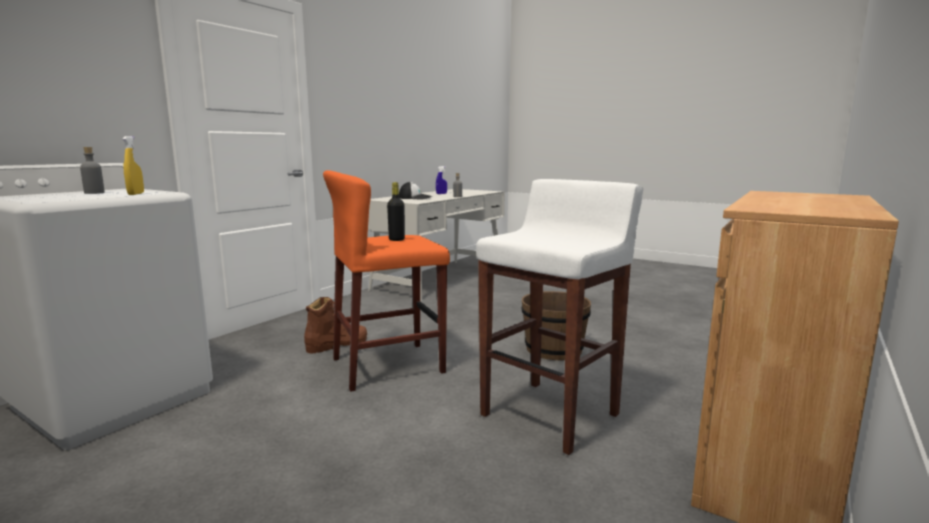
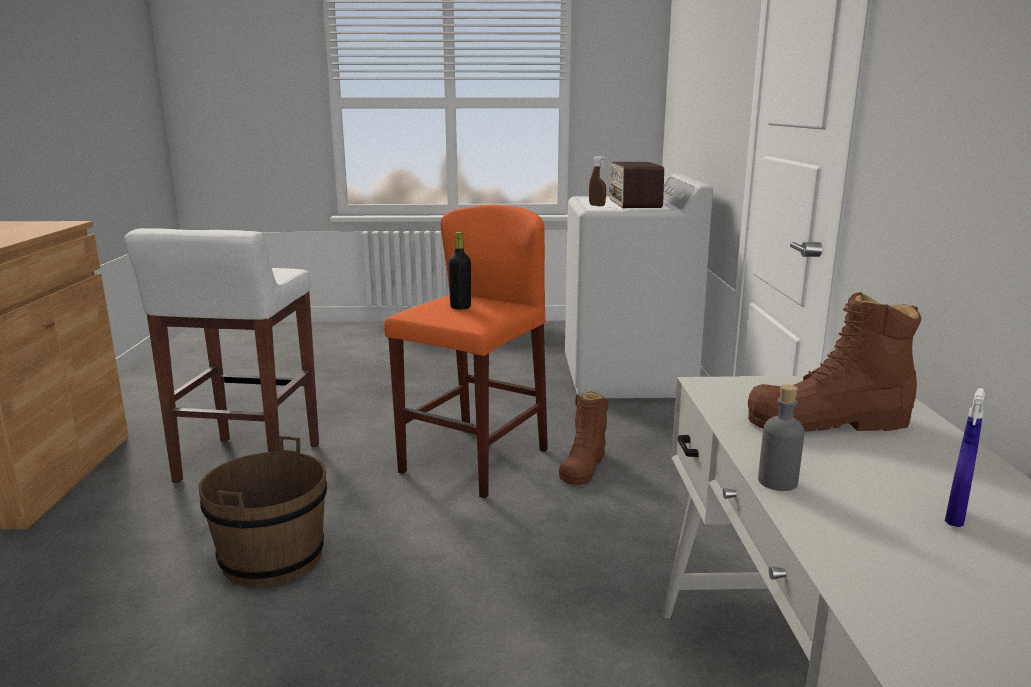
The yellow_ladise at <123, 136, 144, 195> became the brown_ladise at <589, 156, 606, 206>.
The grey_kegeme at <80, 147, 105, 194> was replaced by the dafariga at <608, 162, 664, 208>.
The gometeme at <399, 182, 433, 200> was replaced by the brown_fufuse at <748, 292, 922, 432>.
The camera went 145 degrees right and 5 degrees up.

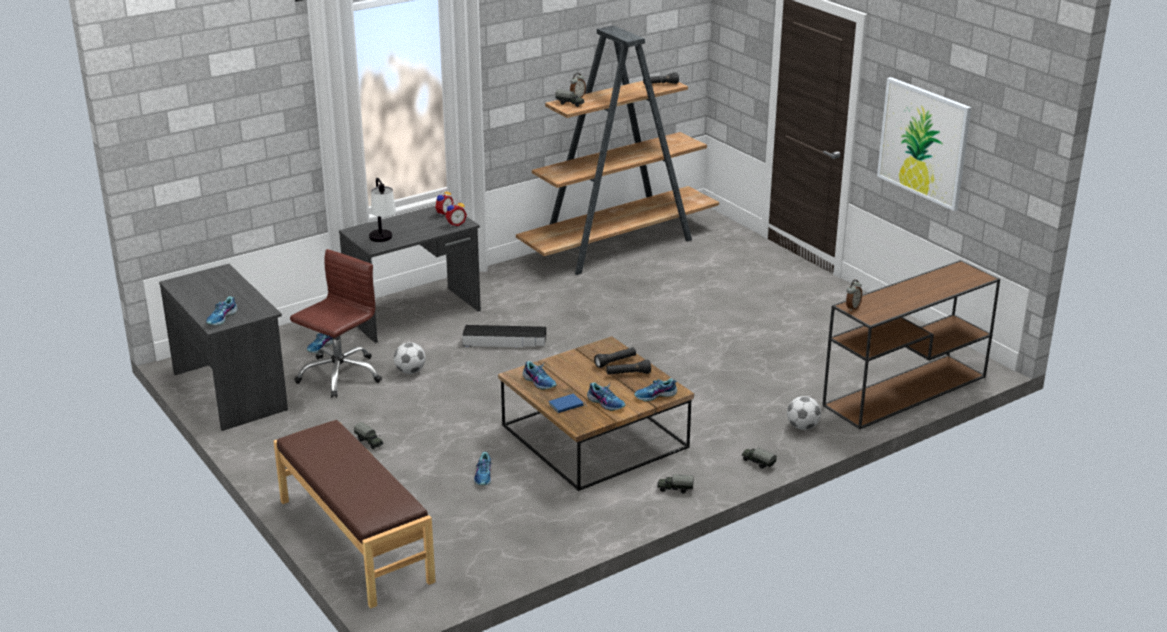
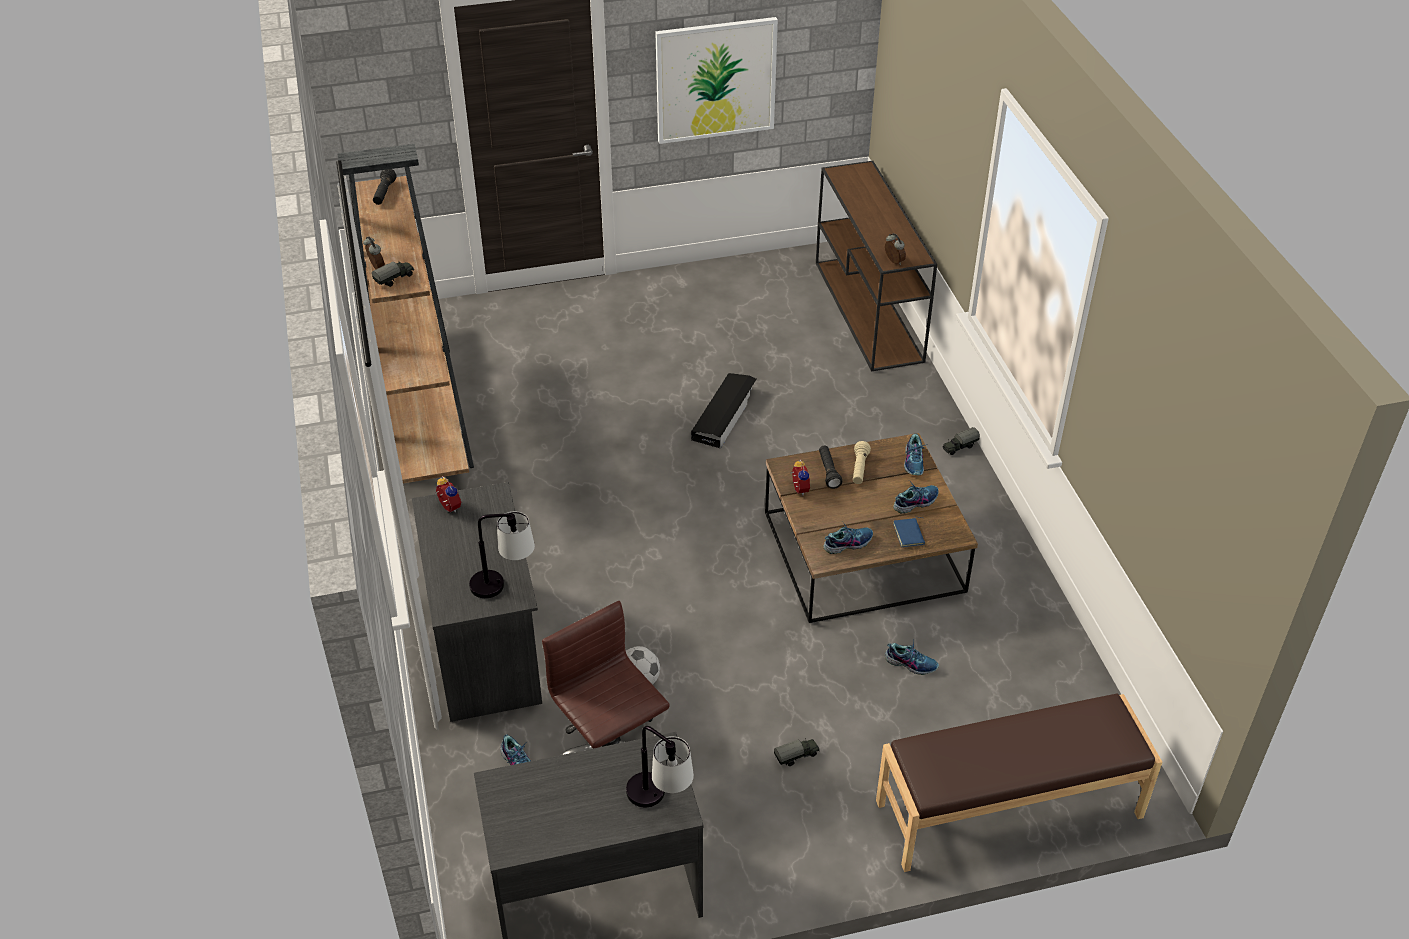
The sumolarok at <206, 296, 237, 326> was replaced by the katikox at <626, 726, 694, 807>.
The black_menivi moved from <462, 325, 546, 348> to <691, 373, 756, 449>.
The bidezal moved from <445, 200, 467, 226> to <790, 459, 810, 495>.
The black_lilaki at <606, 360, 651, 374> became the beige_lilaki at <853, 441, 871, 484>.
The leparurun at <657, 474, 694, 494> disappeared.
The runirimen at <787, 396, 821, 430> disappeared.
The camera went 70 degrees left and 15 degrees up.

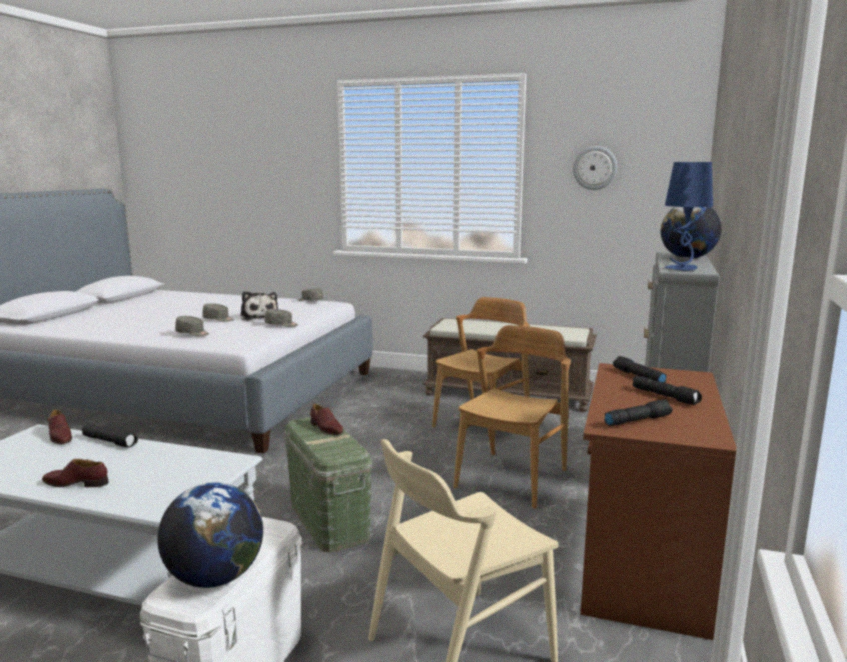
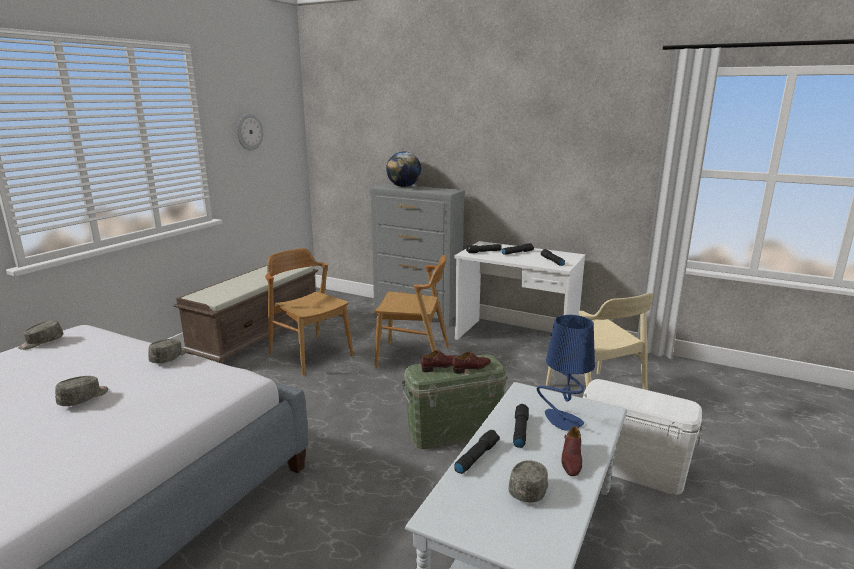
The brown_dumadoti at <453, 325, 571, 509> turned 150 degrees clockwise.
The brown_sumolarok moved from <47, 410, 72, 444> to <452, 352, 491, 374>.
The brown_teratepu at <581, 363, 737, 640> became the white_teratepu at <455, 241, 585, 340>.
The grey_gometeme moved from <175, 316, 209, 336> to <508, 460, 548, 503>.
The black_lilaki at <513, 404, 529, 448> appeared.
The blue_katikox moved from <665, 162, 713, 271> to <536, 315, 595, 431>.
The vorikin at <157, 482, 263, 588> disappeared.
The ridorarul at <240, 291, 278, 321> disappeared.
The camera went 80 degrees left and 5 degrees up.

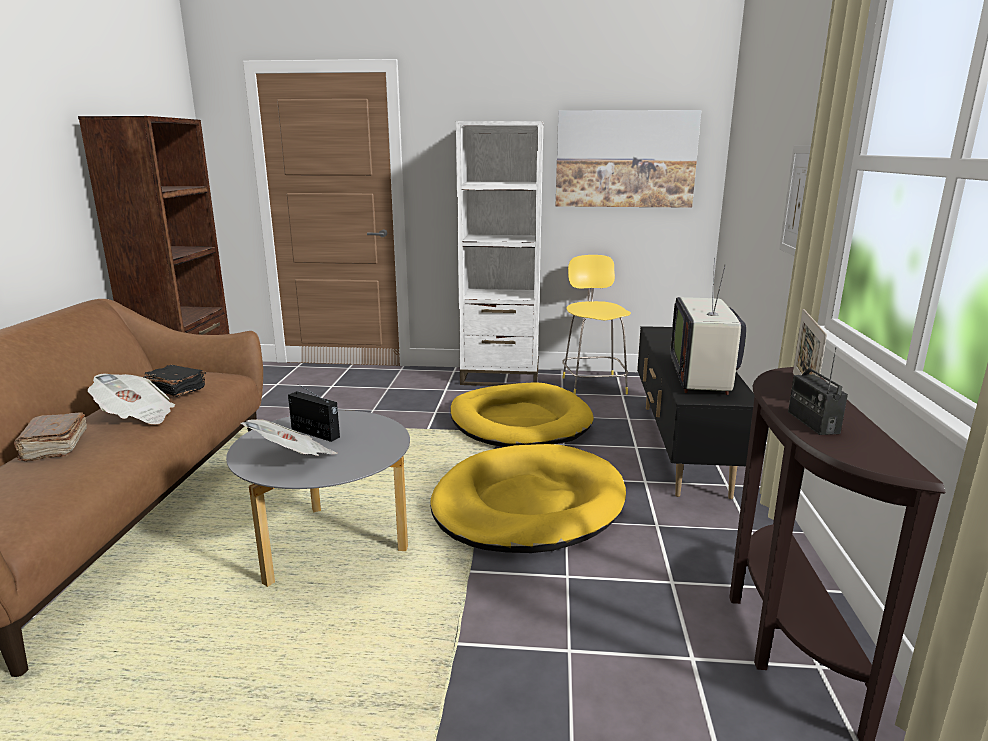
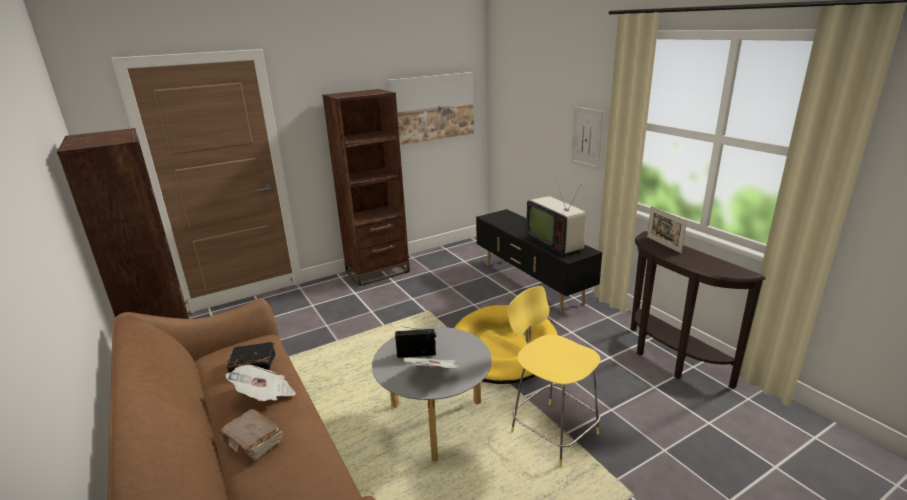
The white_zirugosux at <456, 121, 544, 386> became the brown_zirugosux at <322, 89, 410, 286>.
The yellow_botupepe moved from <562, 255, 631, 395> to <507, 286, 600, 467>.
The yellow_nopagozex at <450, 382, 594, 447> disappeared.
The dafariga at <788, 347, 848, 435> disappeared.
The camera went 35 degrees left and 5 degrees up.

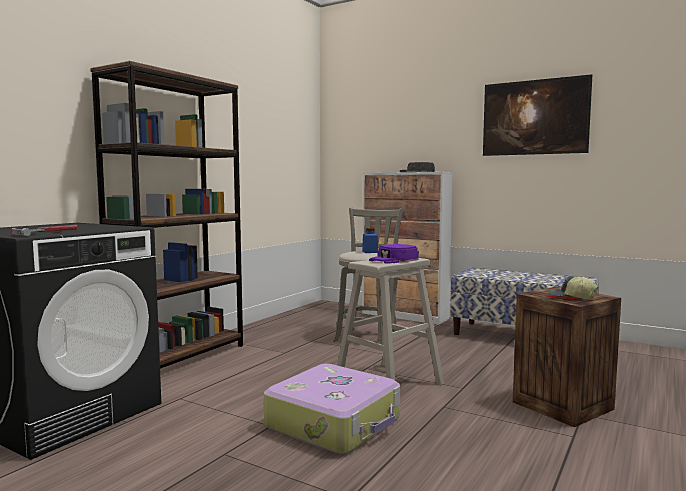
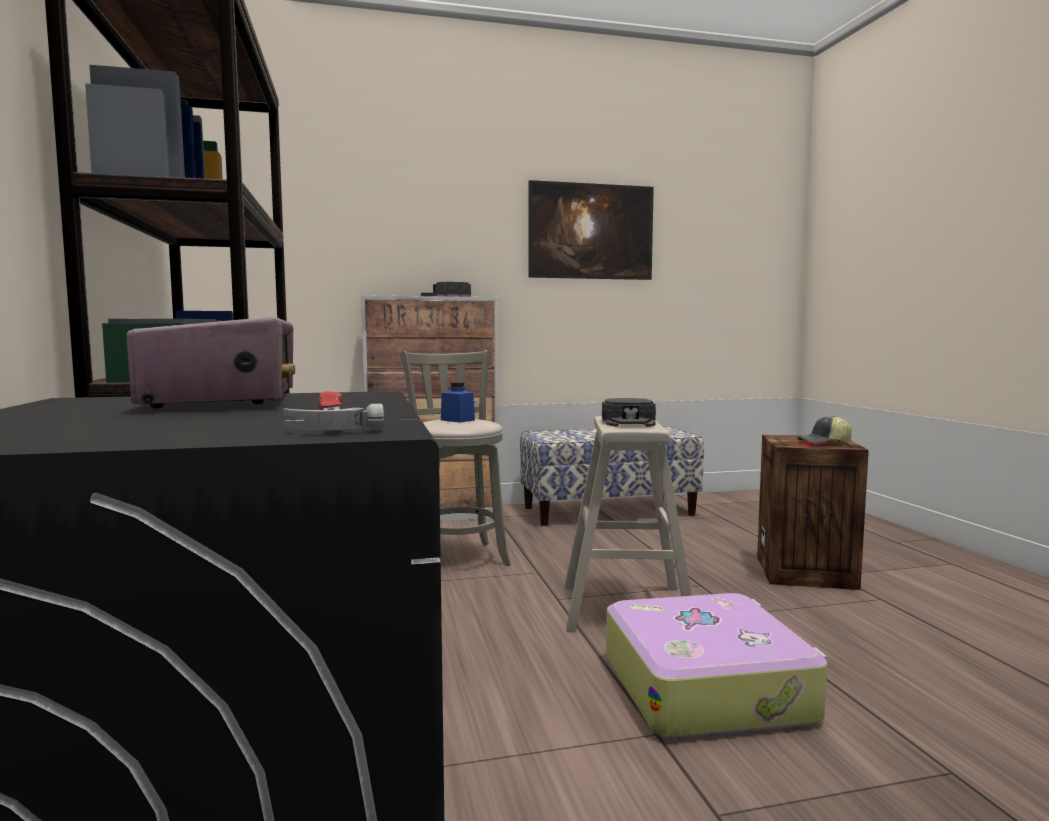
The dafariga at <127, 317, 295, 408> appeared.
The purple_gometeme at <369, 244, 419, 264> became the black_gometeme at <602, 398, 656, 427>.
The camera went 45 degrees left and 0 degrees up.

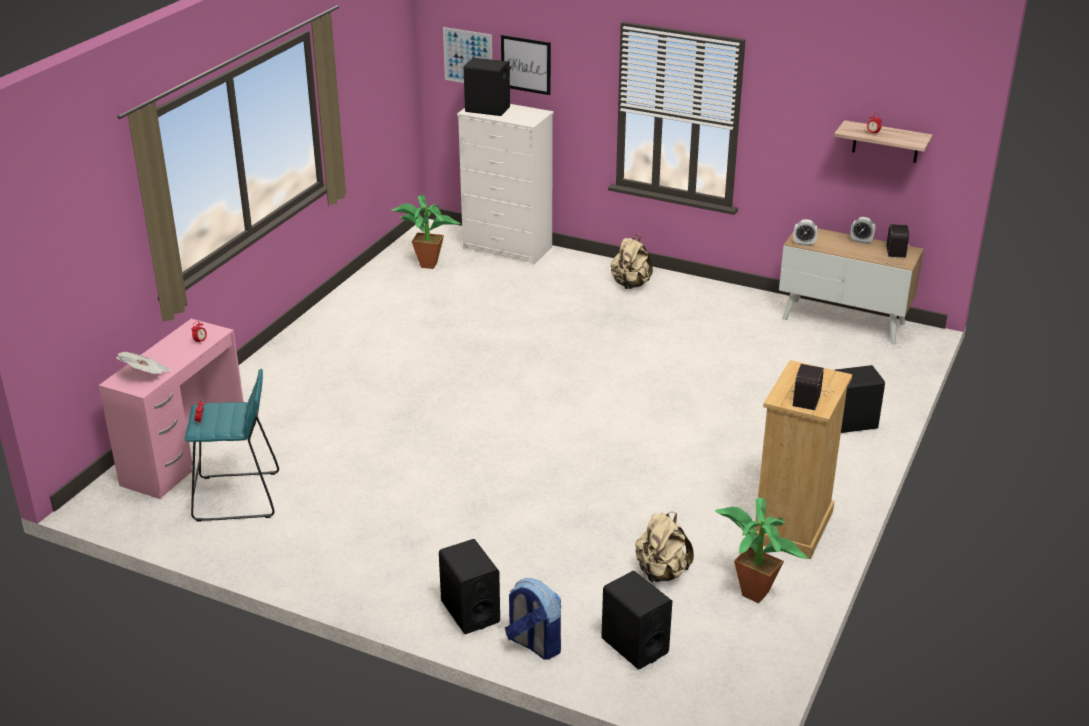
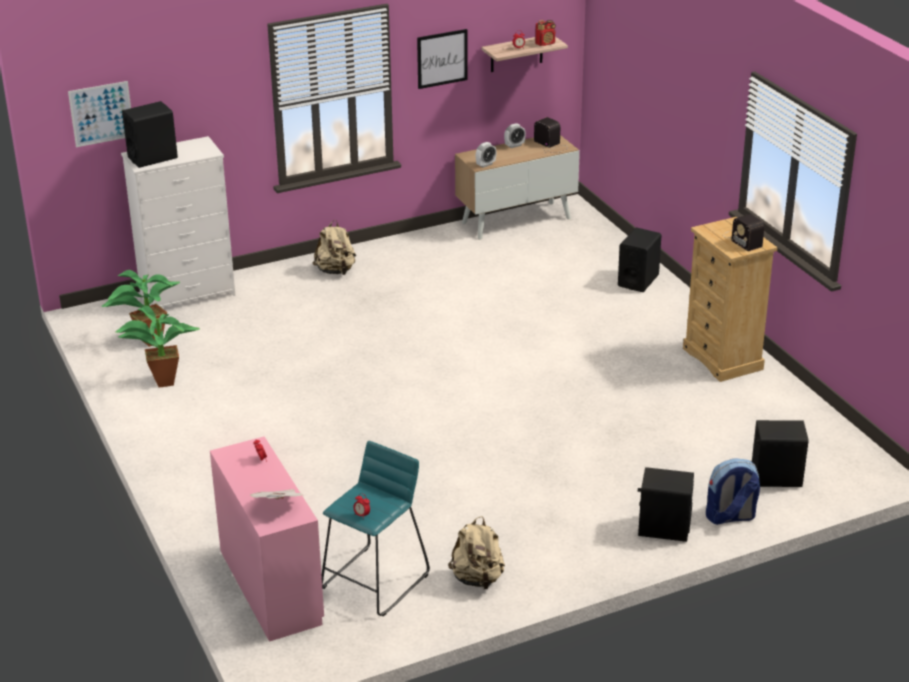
The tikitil moved from <715, 497, 807, 603> to <115, 306, 200, 388>.
The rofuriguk moved from <501, 35, 551, 95> to <417, 29, 468, 89>.
The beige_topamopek moved from <635, 512, 694, 582> to <448, 516, 505, 590>.
The dafariga at <535, 20, 556, 46> appeared.
The camera went 50 degrees left and 0 degrees up.

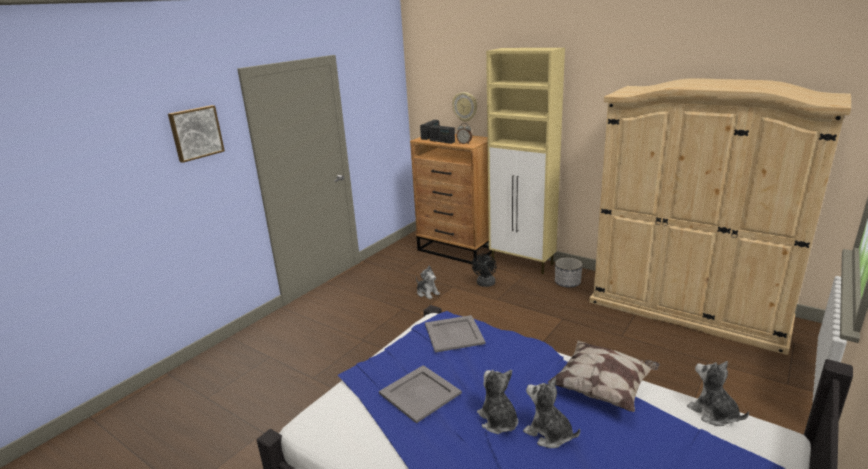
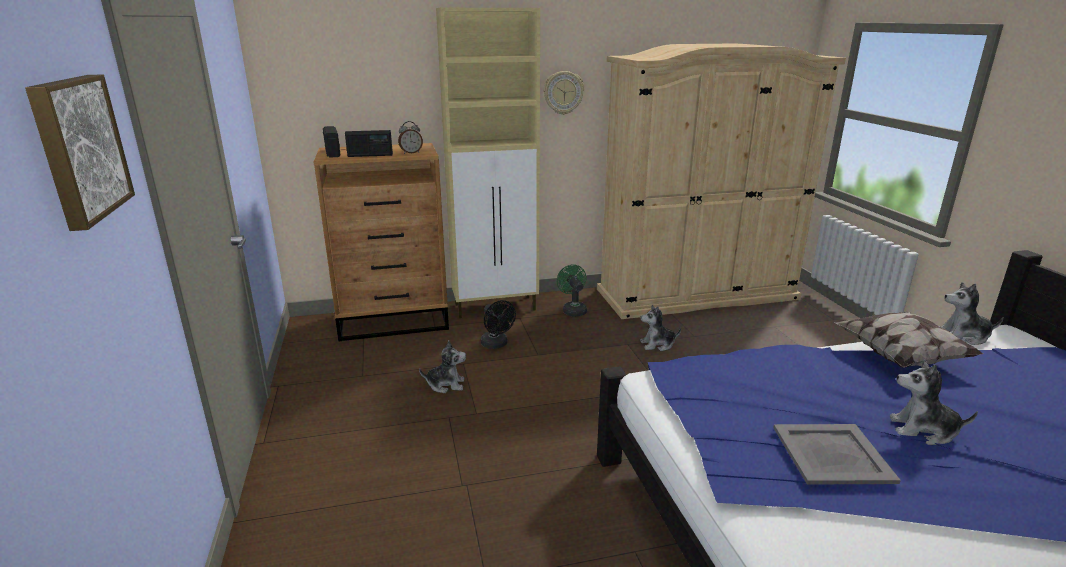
The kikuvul moved from <452, 92, 477, 122> to <544, 71, 584, 115>.
The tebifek at <555, 258, 583, 288> was replaced by the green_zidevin at <557, 264, 587, 317>.
The ridorarul moved from <523, 378, 580, 448> to <640, 305, 681, 351>.
The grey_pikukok at <425, 315, 486, 352> disappeared.
The camera went 50 degrees left and 0 degrees up.

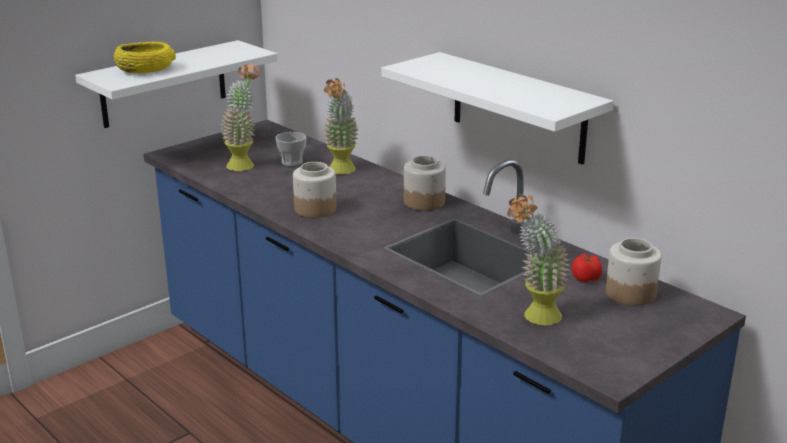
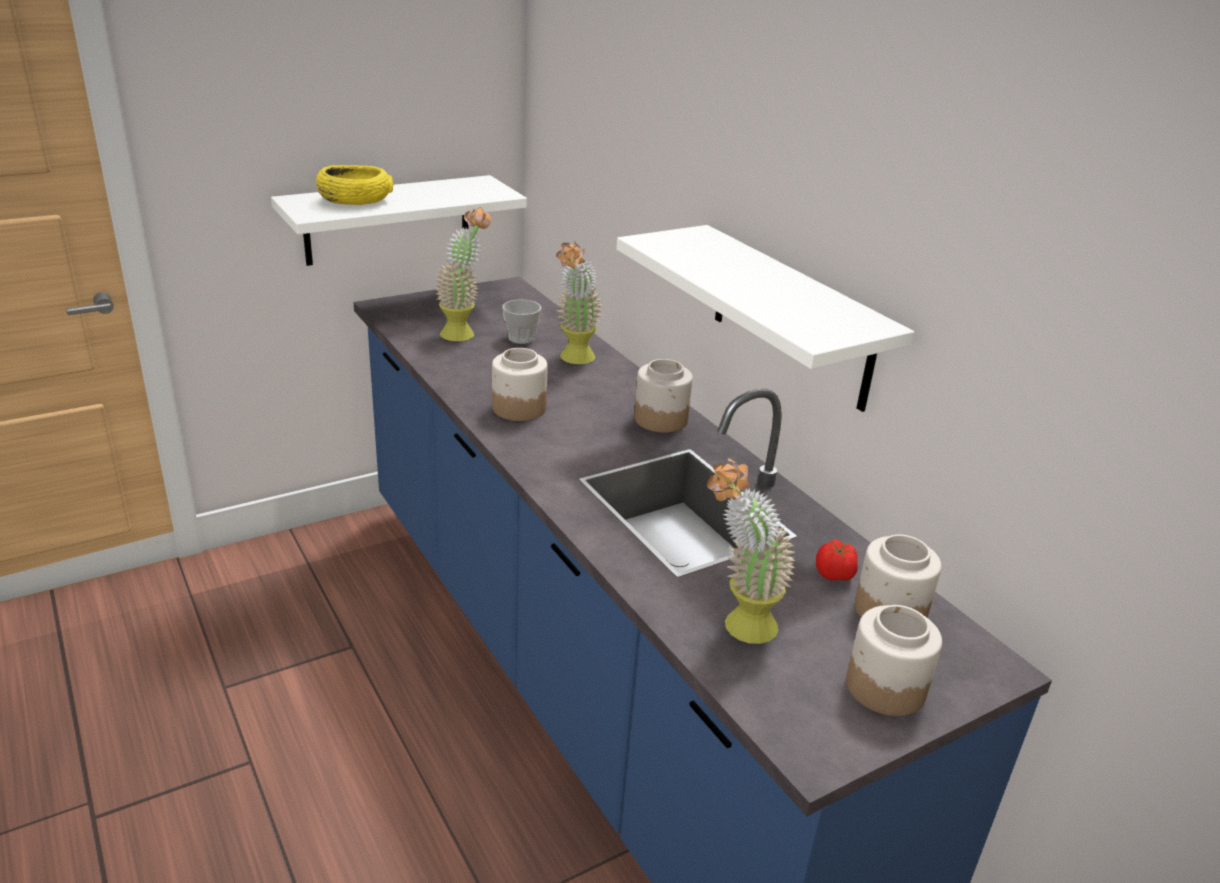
The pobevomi at <846, 605, 942, 716> appeared.
The camera went 10 degrees right and 5 degrees up.

